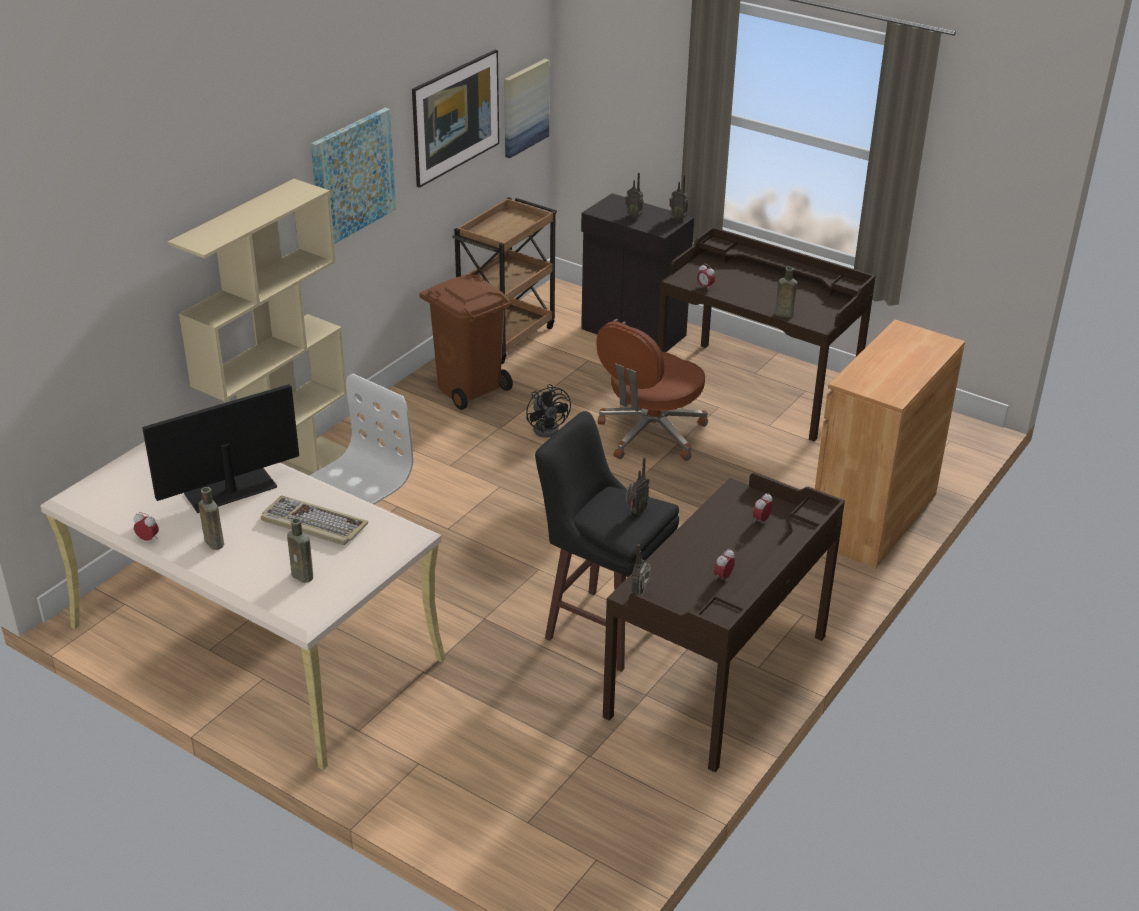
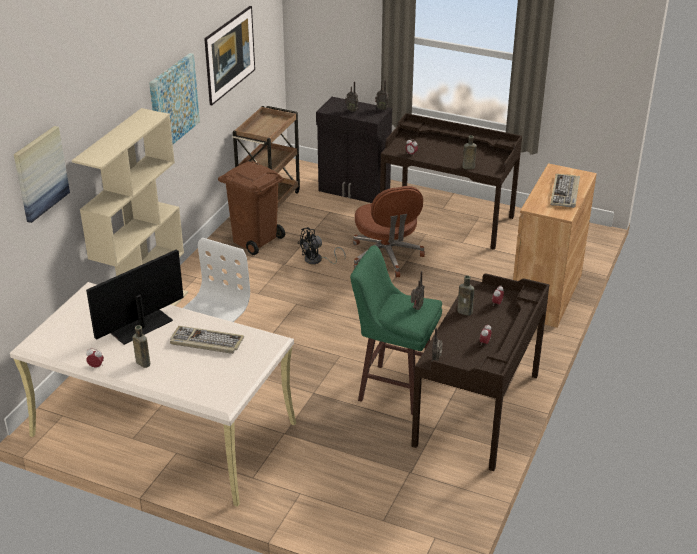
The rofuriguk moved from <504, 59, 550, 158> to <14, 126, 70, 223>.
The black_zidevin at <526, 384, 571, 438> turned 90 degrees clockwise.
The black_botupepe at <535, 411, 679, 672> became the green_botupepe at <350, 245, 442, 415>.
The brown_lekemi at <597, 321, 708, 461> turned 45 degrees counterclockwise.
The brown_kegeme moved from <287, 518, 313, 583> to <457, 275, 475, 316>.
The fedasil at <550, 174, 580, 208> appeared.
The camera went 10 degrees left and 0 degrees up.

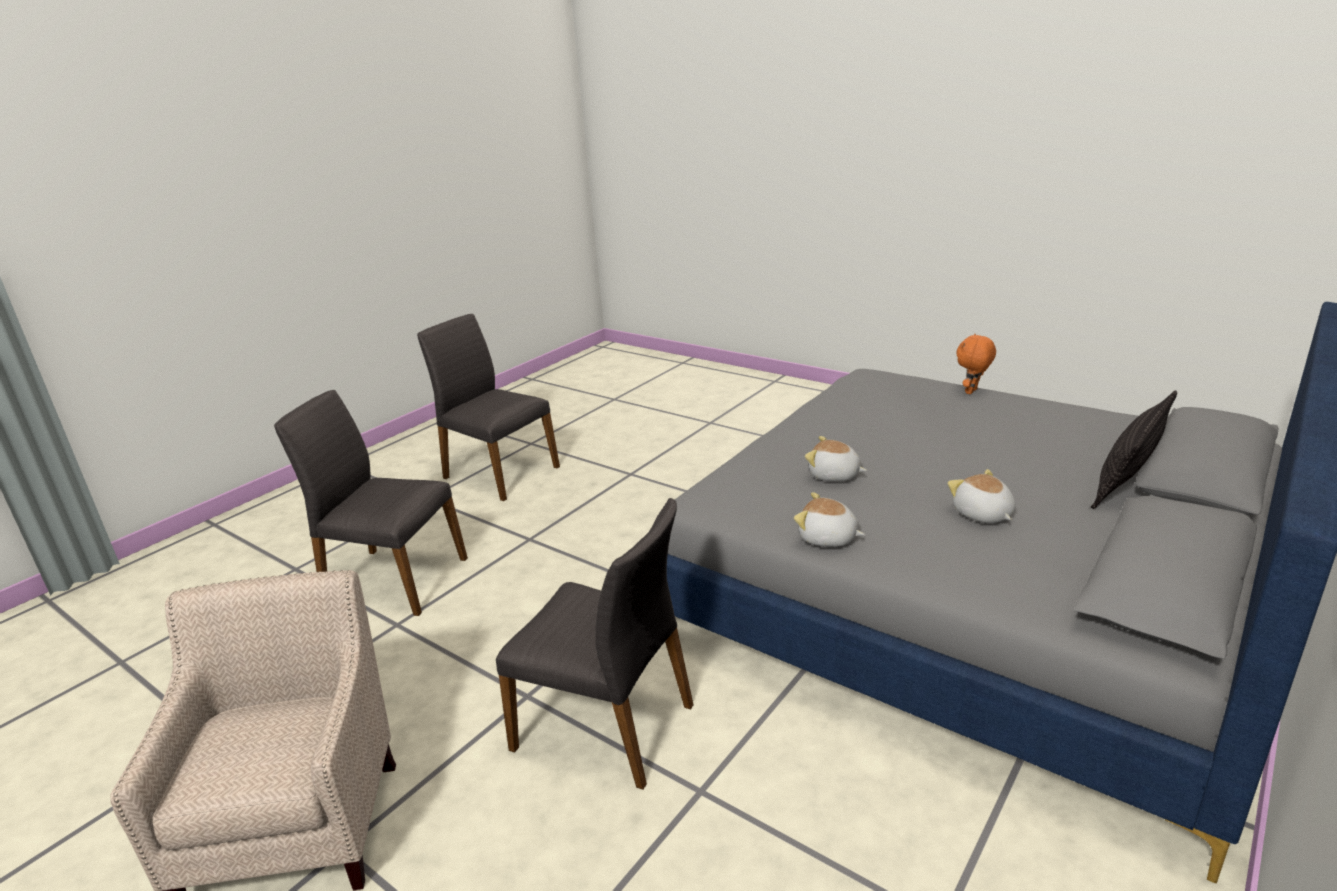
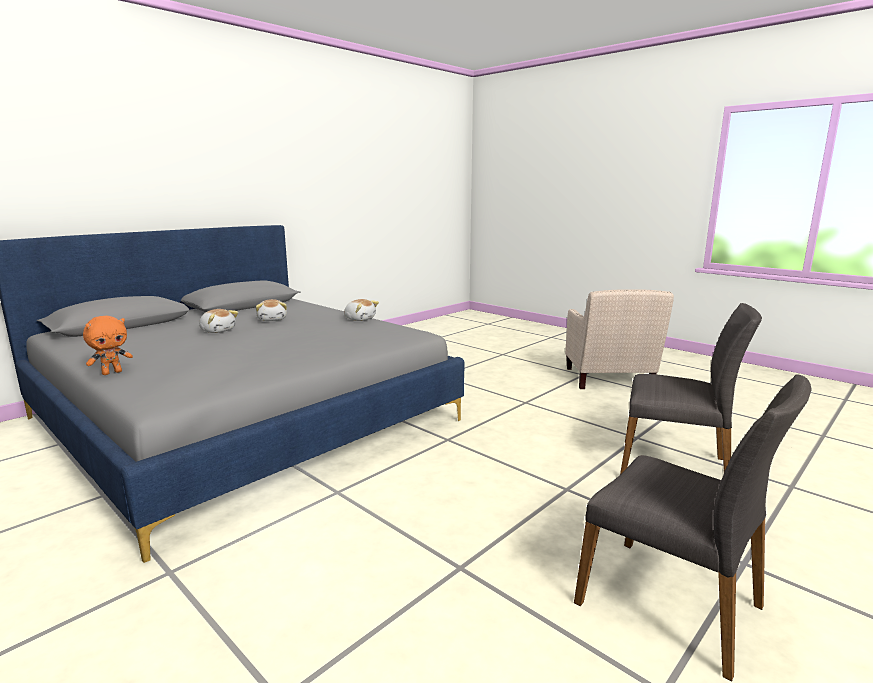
The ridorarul moved from <805, 436, 867, 481> to <199, 309, 238, 333>.
The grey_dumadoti at <496, 498, 694, 790> disappeared.
The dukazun at <1091, 390, 1177, 509> disappeared.
The camera went 175 degrees left and 10 degrees down.

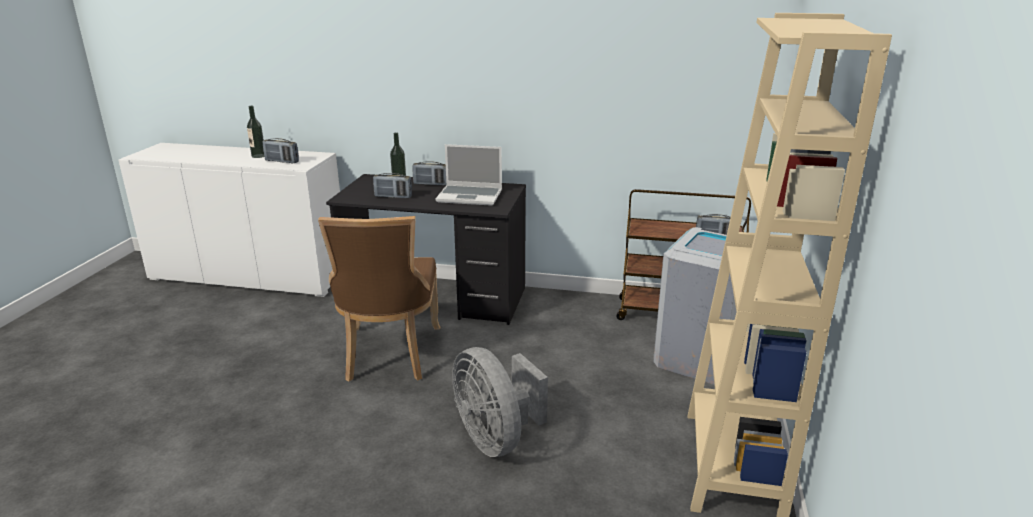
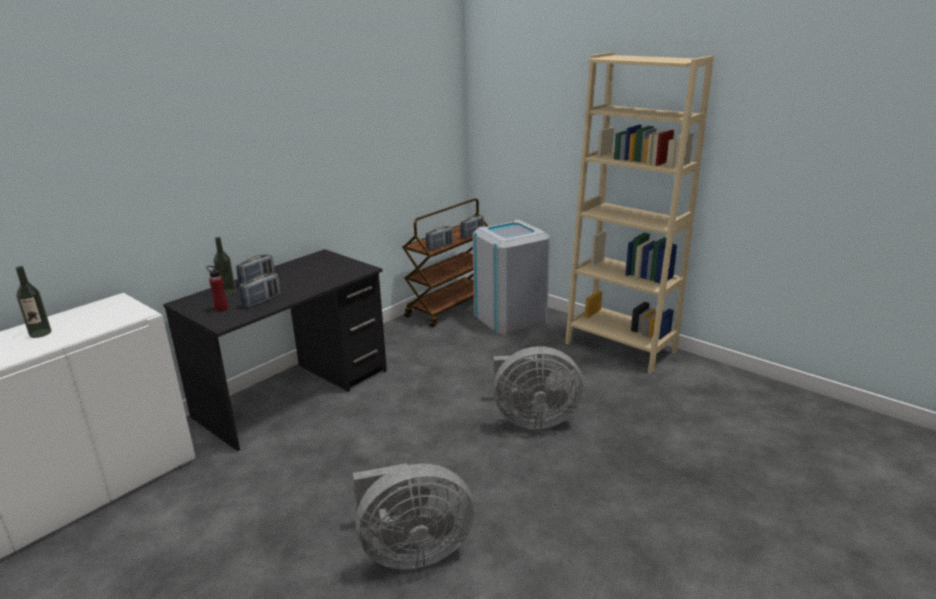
The red_kegeme at <206, 265, 228, 312> appeared.
The grey_zidevin at <353, 463, 474, 570> appeared.
The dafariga moved from <262, 138, 299, 163> to <426, 226, 453, 250>.
The brown_dumadoti at <318, 216, 440, 381> disappeared.
The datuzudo at <436, 144, 502, 206> disappeared.
The camera went 60 degrees left and 0 degrees up.

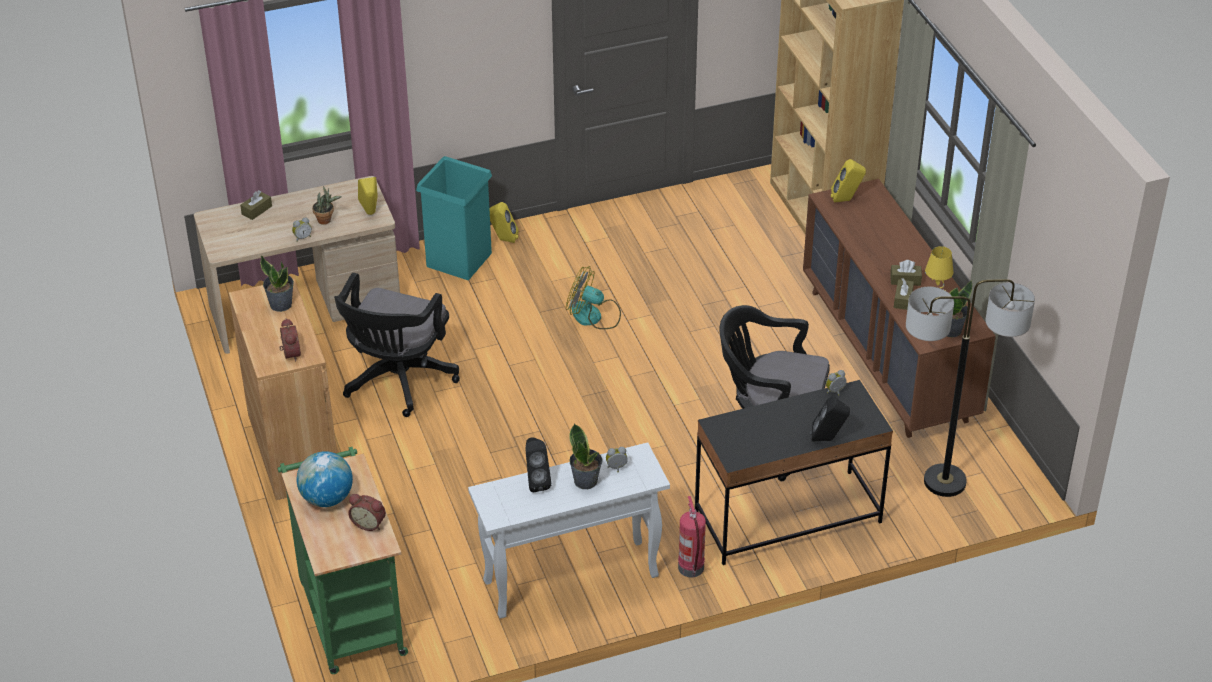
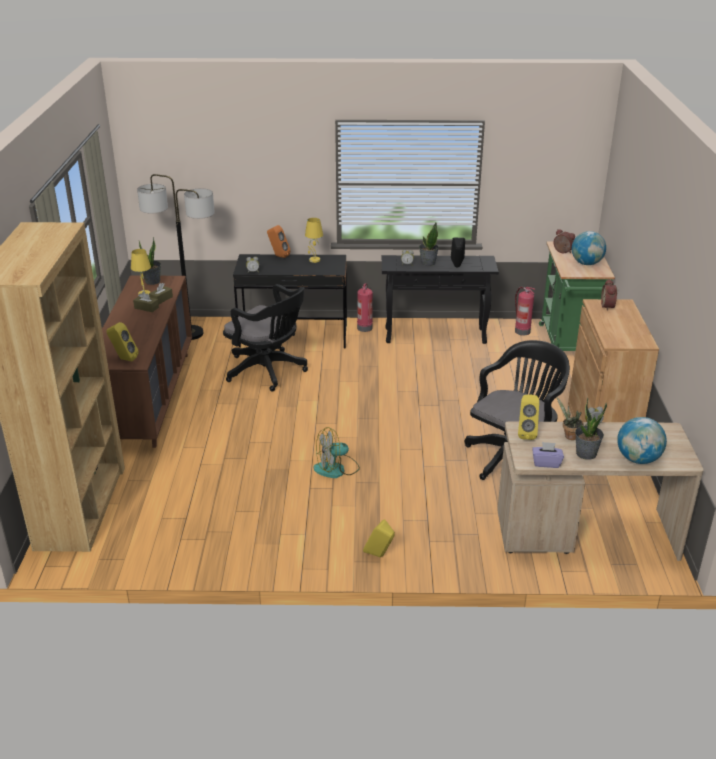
The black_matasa at <810, 396, 850, 441> became the orange_matasa at <267, 225, 291, 258>.
The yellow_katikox at <305, 218, 323, 263> appeared.
The zidevin at <566, 266, 621, 329> turned 120 degrees clockwise.
The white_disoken at <468, 442, 670, 619> became the black_disoken at <382, 255, 498, 344>.
The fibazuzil at <515, 287, 535, 335> appeared.
The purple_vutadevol at <532, 442, 564, 468> appeared.
The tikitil moved from <260, 256, 294, 312> to <575, 397, 607, 460>.
The brown_vutadevol at <240, 190, 272, 220> was replaced by the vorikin at <617, 417, 667, 464>.
The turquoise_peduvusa at <416, 156, 492, 280> disappeared.
The camera went 160 degrees left and 10 degrees down.

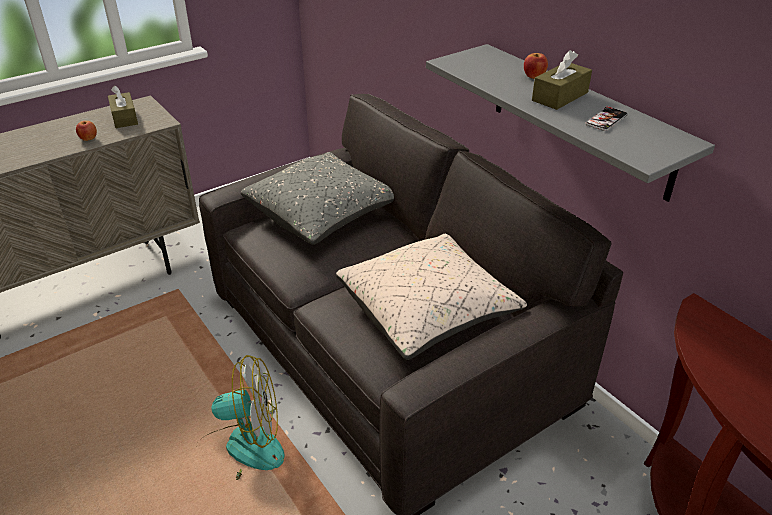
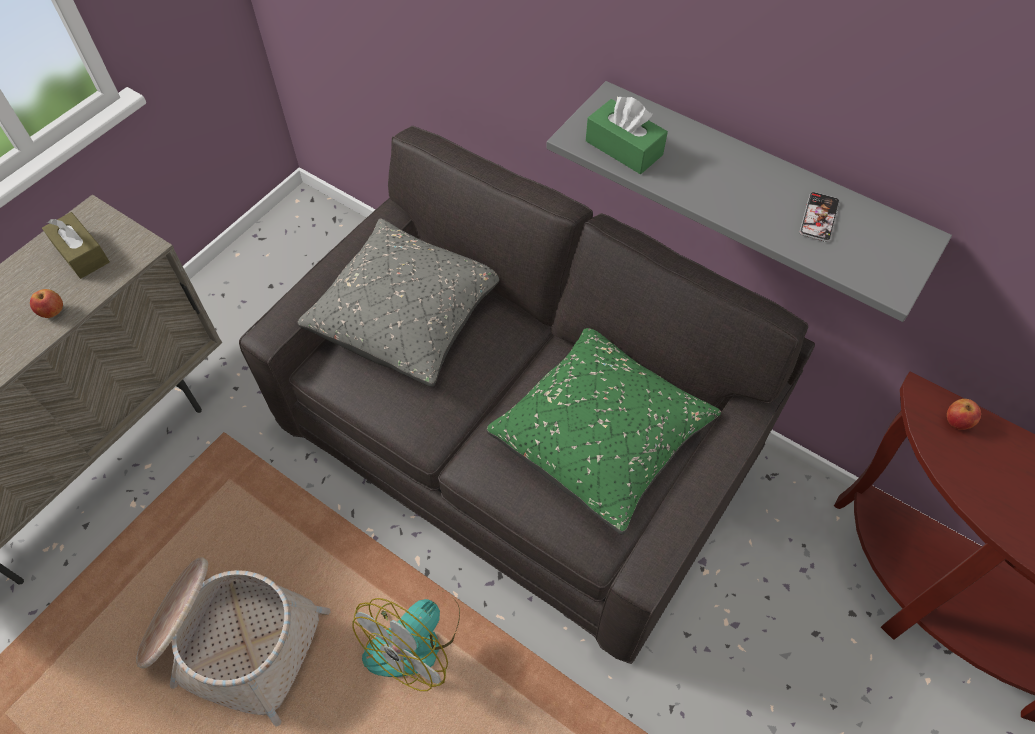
The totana at <136, 557, 331, 727> appeared.
The zidevin at <197, 355, 285, 480> turned 150 degrees clockwise.
The beige_dukazun at <336, 234, 527, 360> became the green_dukazun at <486, 328, 721, 535>.
The green_vutadevol at <586, 97, 668, 174> appeared.
The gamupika moved from <524, 53, 548, 79> to <947, 399, 981, 430>.
The brown_vutadevol at <532, 50, 592, 110> disappeared.
The camera went 20 degrees left and 20 degrees up.

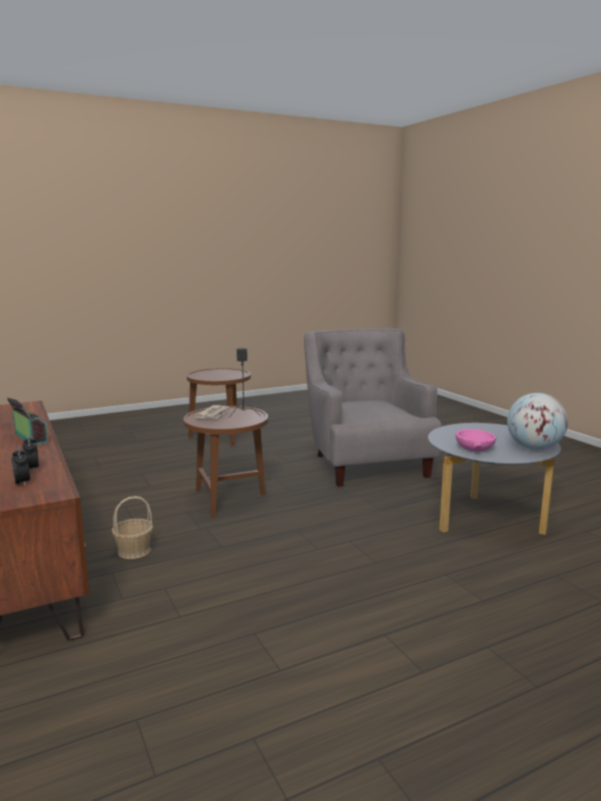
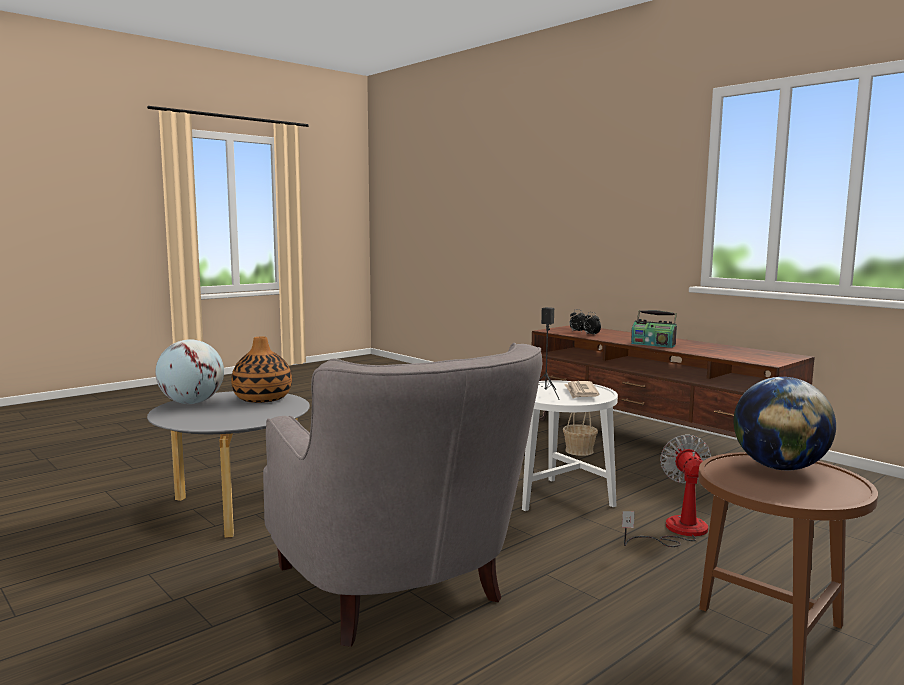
The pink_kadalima at <456, 429, 496, 452> was replaced by the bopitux at <231, 336, 292, 403>.
The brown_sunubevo at <183, 406, 268, 518> became the white_sunubevo at <522, 380, 618, 511>.
The zidevin at <622, 435, 711, 547> appeared.
The vorikin at <733, 377, 836, 470> appeared.
The camera went 165 degrees right and 5 degrees down.

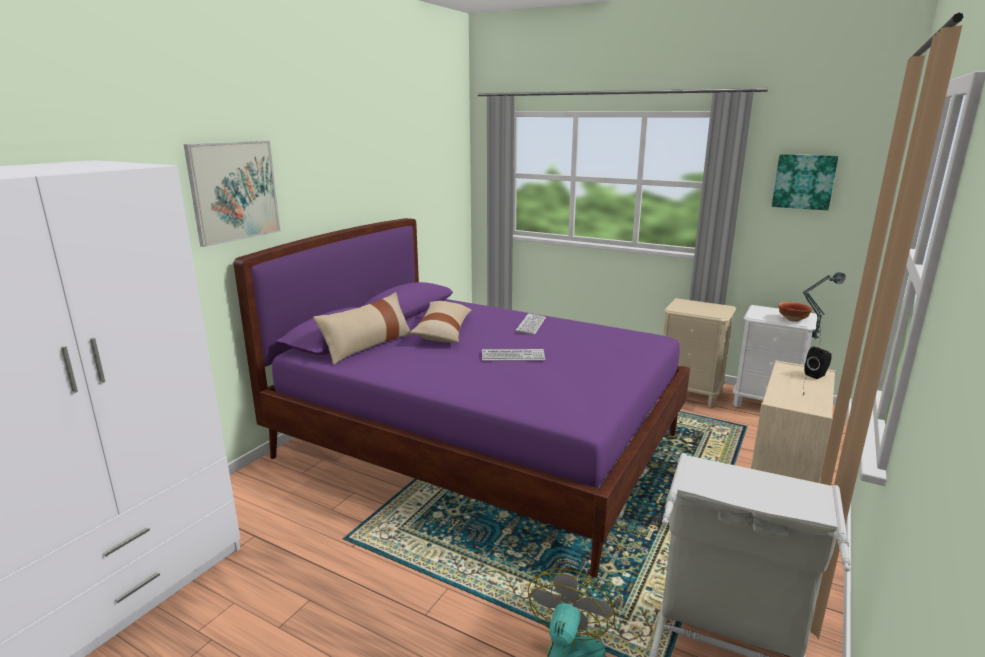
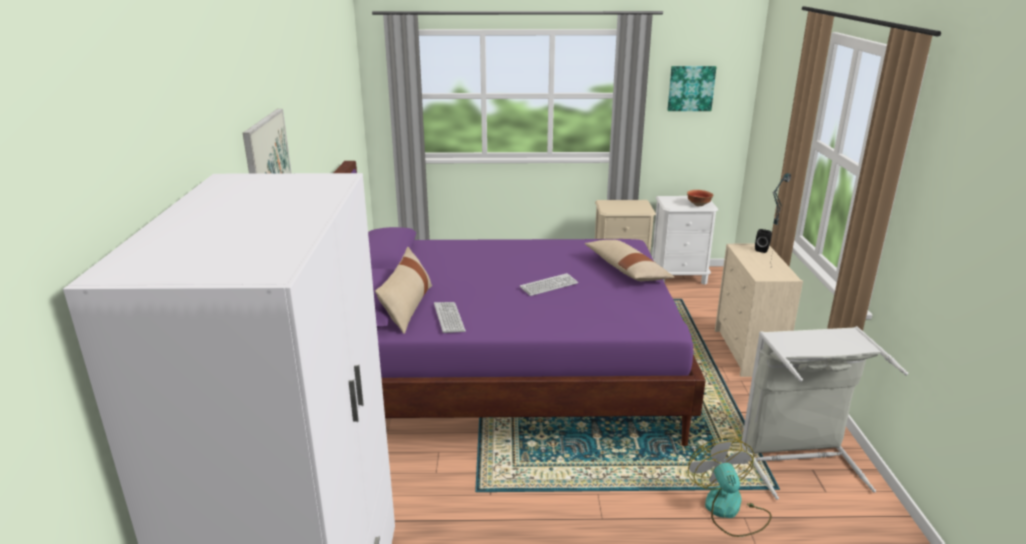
The fedasil moved from <516, 313, 546, 335> to <434, 302, 466, 333>.
The beige_dukazun moved from <410, 301, 472, 342> to <585, 240, 674, 281>.
The camera went 30 degrees left and 5 degrees up.

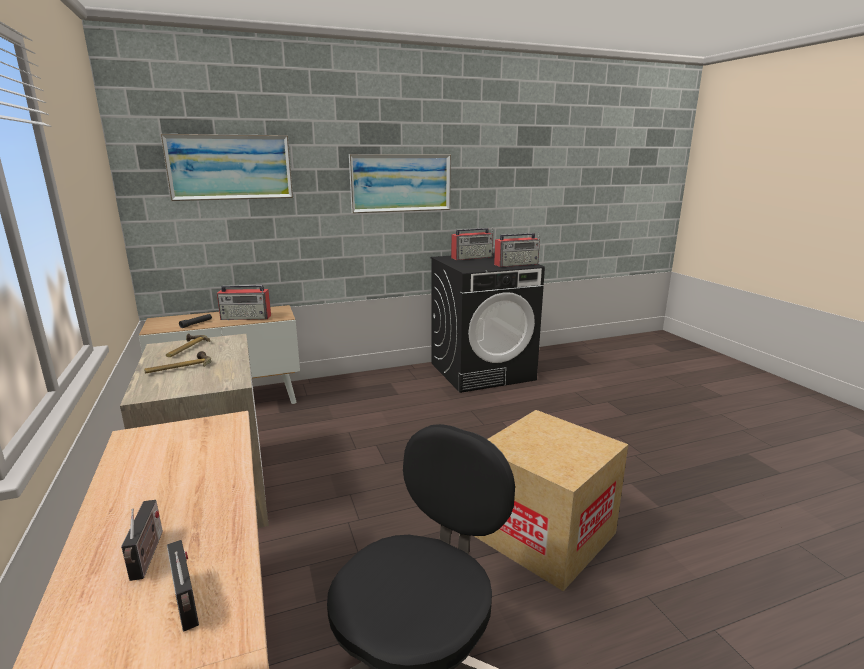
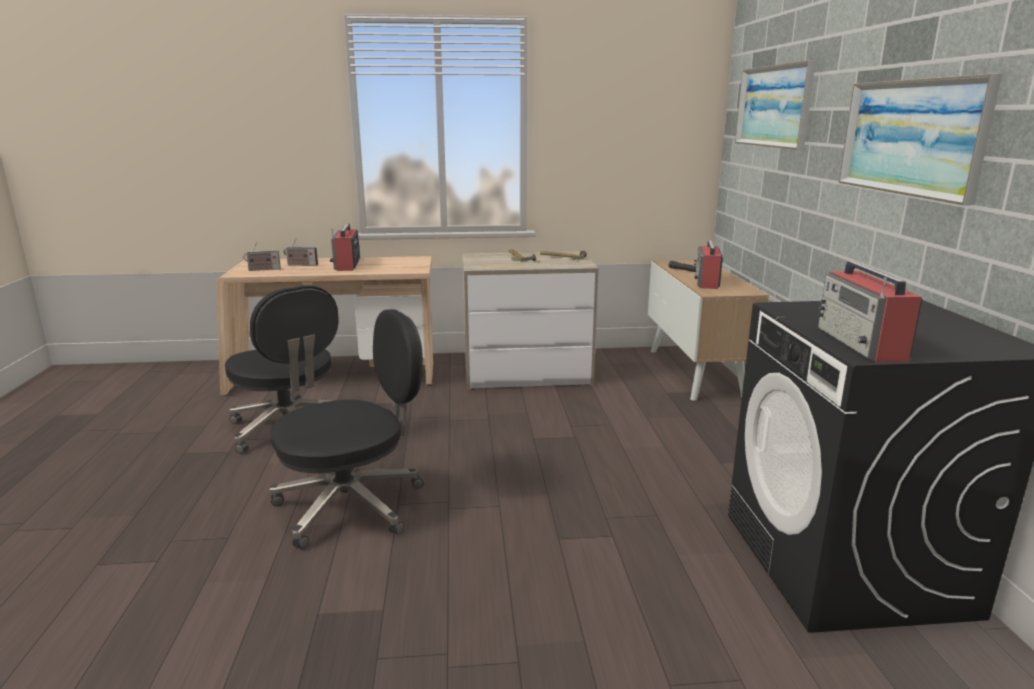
The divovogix at <474, 410, 628, 591> was replaced by the black_lekemi at <269, 309, 424, 549>.
The dafariga moved from <451, 227, 493, 260> to <330, 224, 360, 271>.
The camera went 105 degrees right and 0 degrees up.

